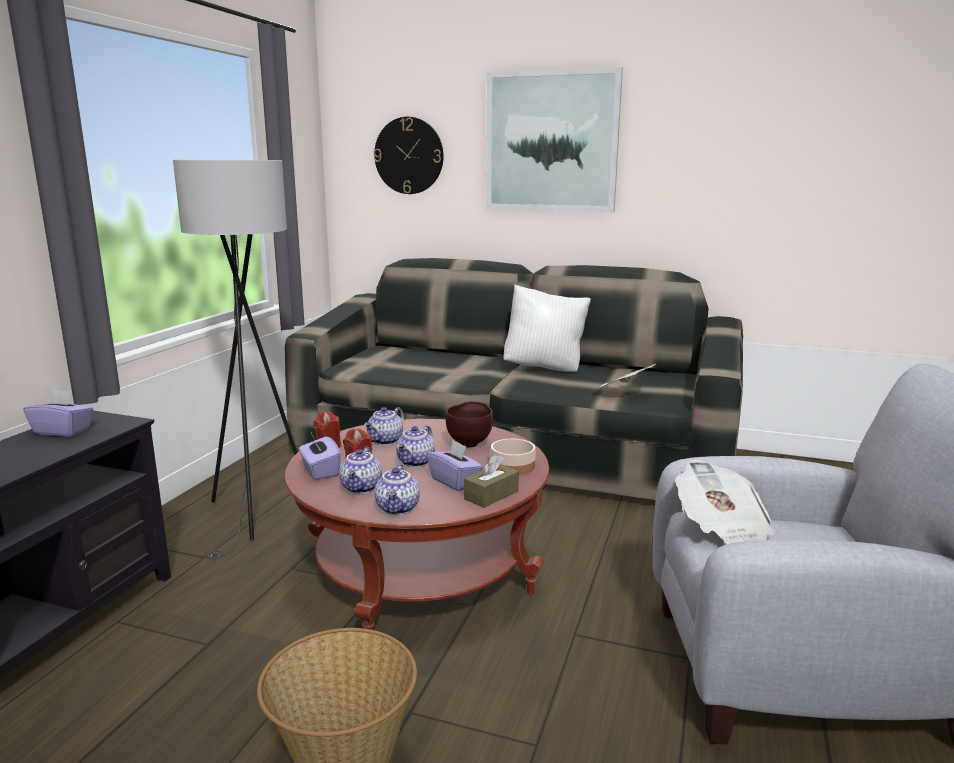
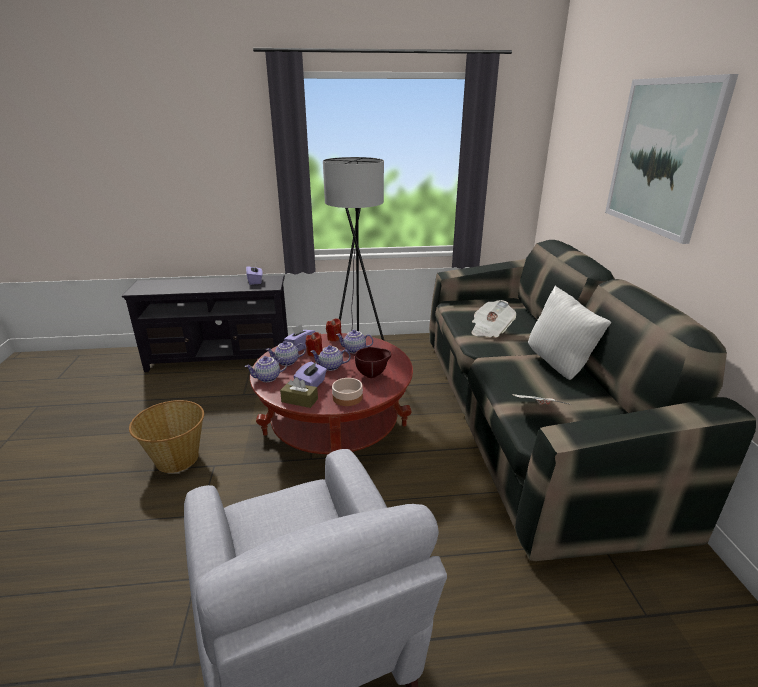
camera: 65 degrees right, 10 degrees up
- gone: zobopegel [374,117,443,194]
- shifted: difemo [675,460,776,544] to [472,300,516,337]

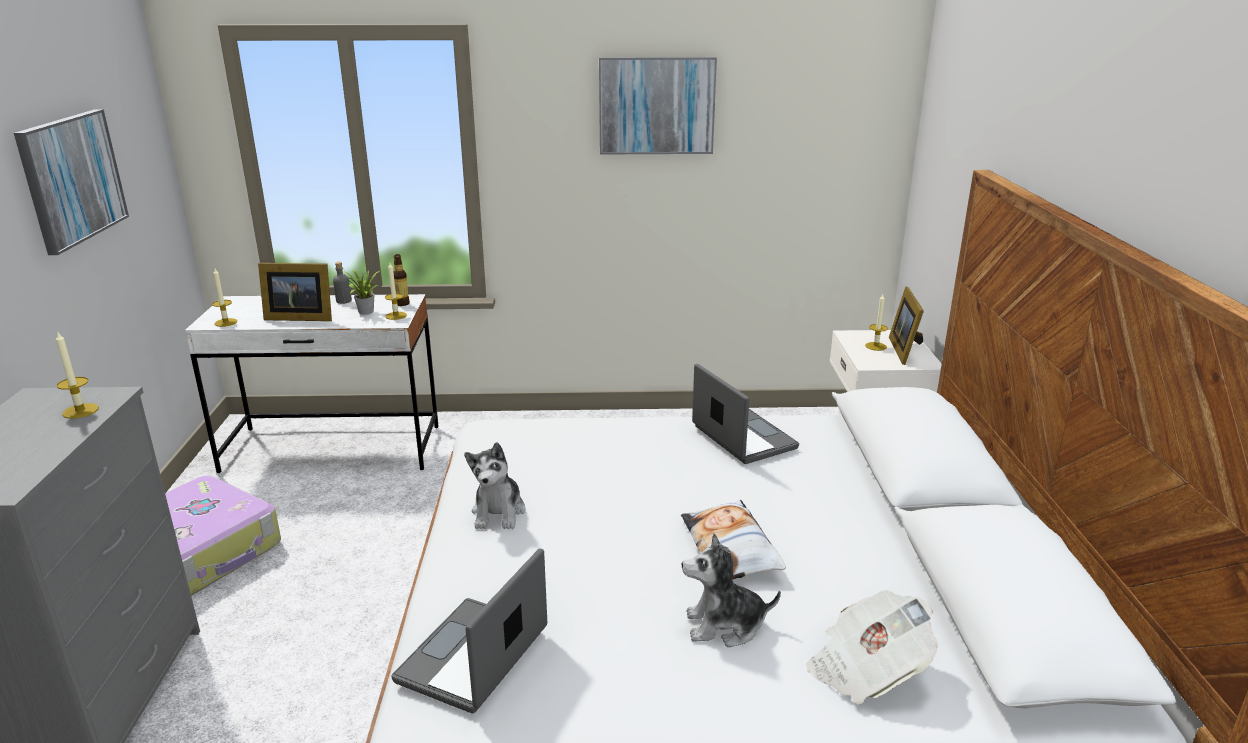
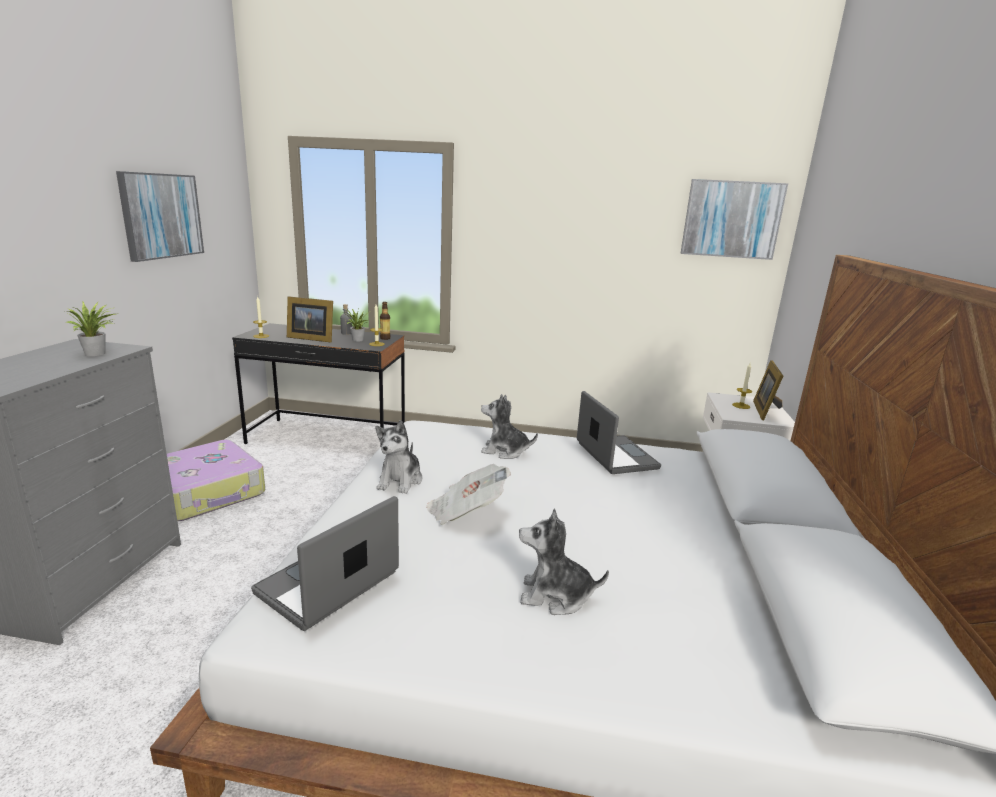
camera: 10 degrees right, 5 degrees down
- gone: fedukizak [681,500,786,580]
- new: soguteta [481,394,538,459]
- shifted: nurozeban [599,57,717,155] to [681,179,788,260]
- shifted: difemo [806,590,938,705] to [426,464,511,525]
- swapped: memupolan [56,331,99,419] to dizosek [66,302,115,356]
- repainted: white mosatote [185,294,438,473] to black mosatote [232,323,405,444]

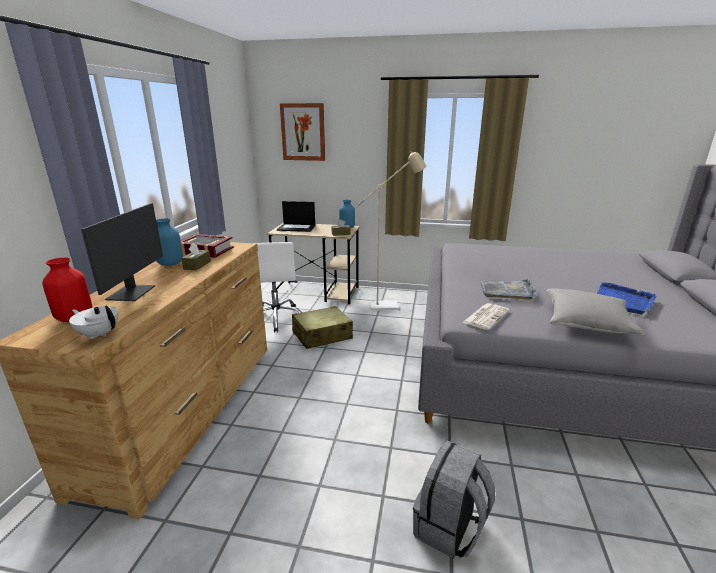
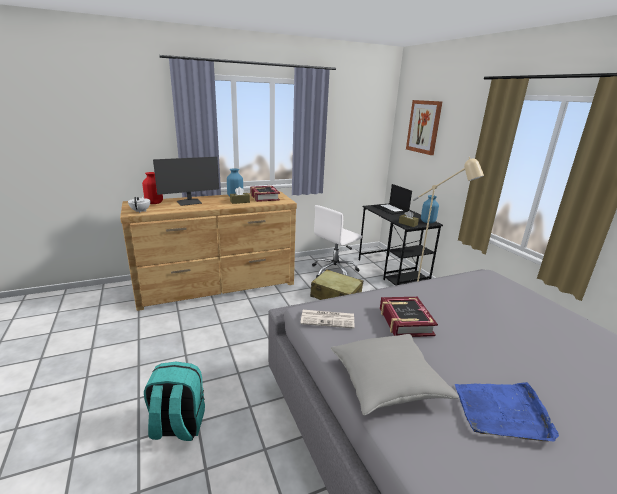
camera: 55 degrees right, 0 degrees up
- swapped: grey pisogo [480,279,538,300] to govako [380,297,438,337]
- repainted: beige mosatote [267,222,360,304] to black mosatote [359,204,443,286]
- repainted: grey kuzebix [413,441,495,559] to turquoise kuzebix [144,362,205,441]

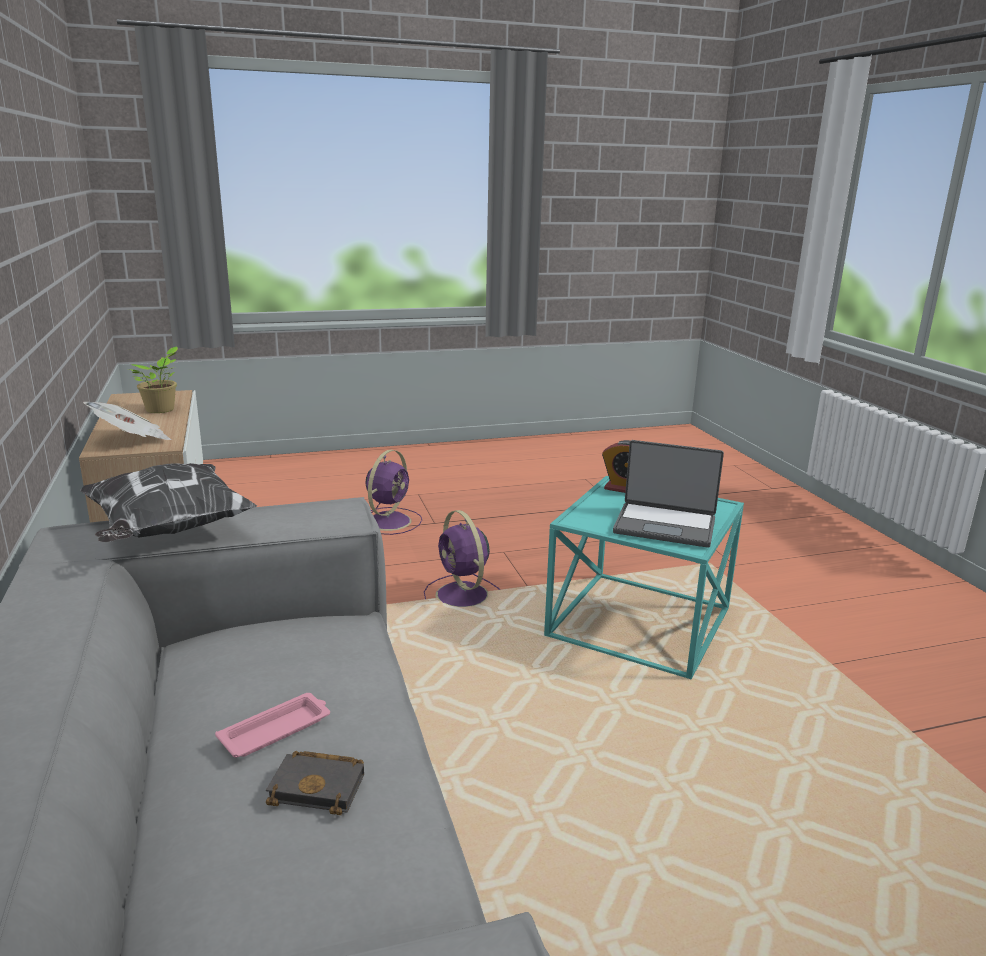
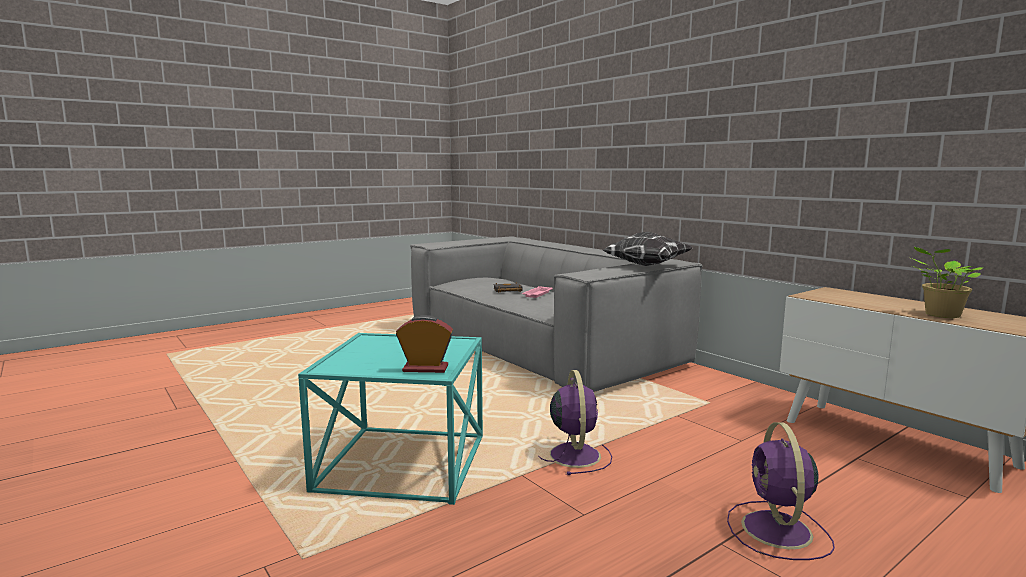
camera: 160 degrees right, 10 degrees down
- gone: difemo [83,402,171,440]
- gone: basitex [613,440,724,548]
- rotated: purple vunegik [424,510,500,607] = [539,370,612,475] 45 degrees clockwise

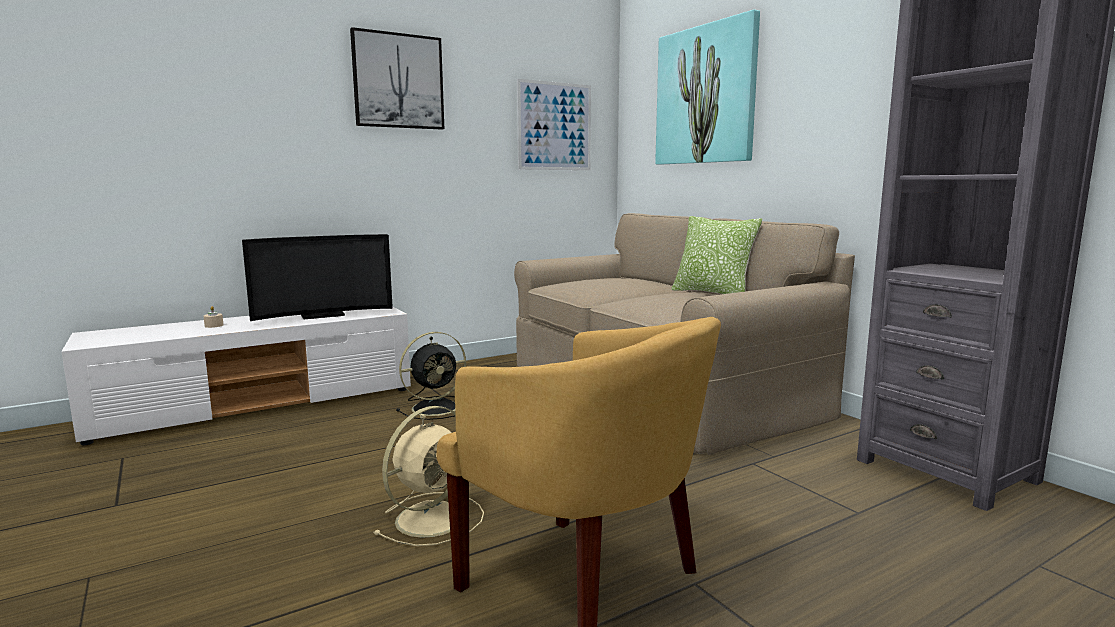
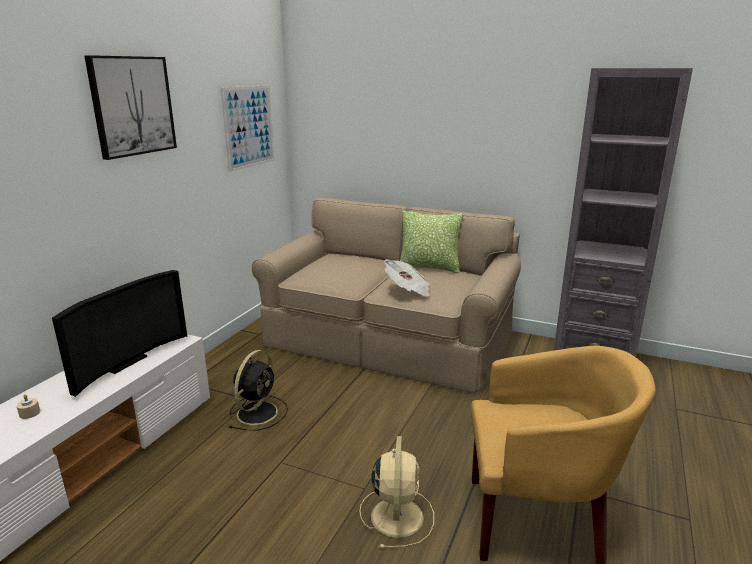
camera: 35 degrees left, 10 degrees up
- gone: nurozeban [655,9,760,164]
- new: difemo [384,259,430,297]

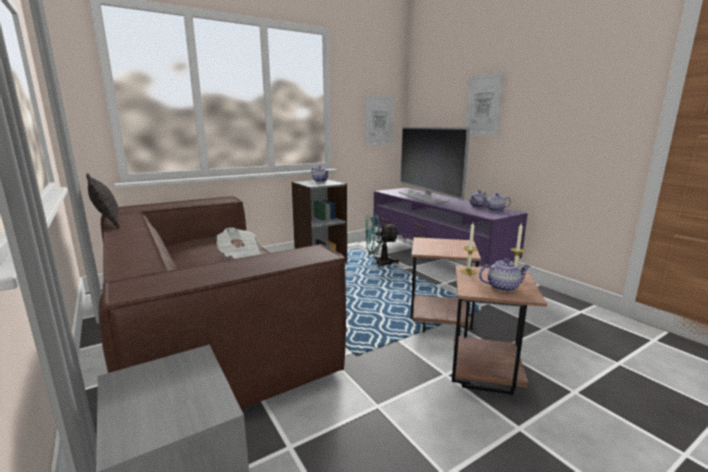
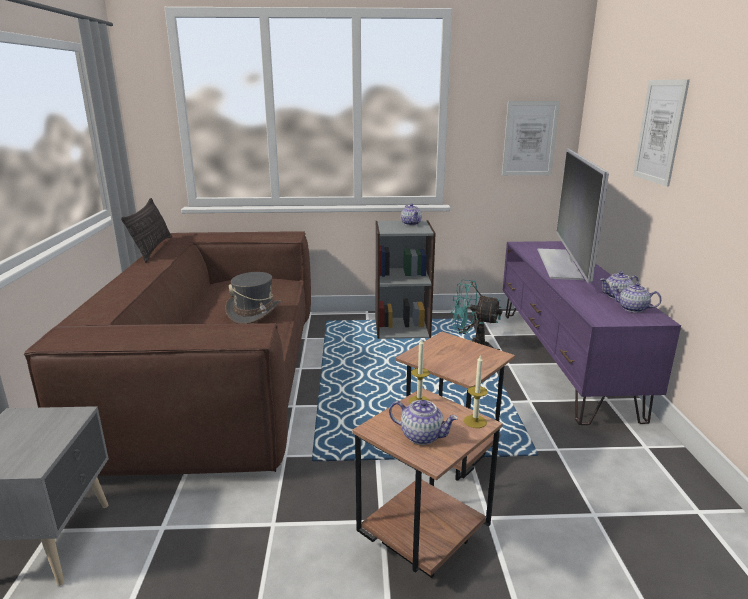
camera: 30 degrees right, 5 degrees up
- swapped: difemo [217,228,263,259] to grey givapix [225,272,281,324]

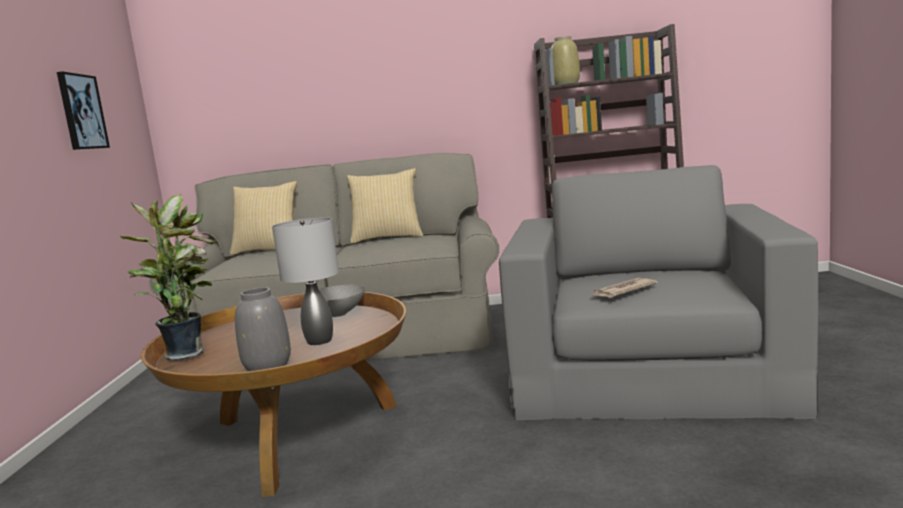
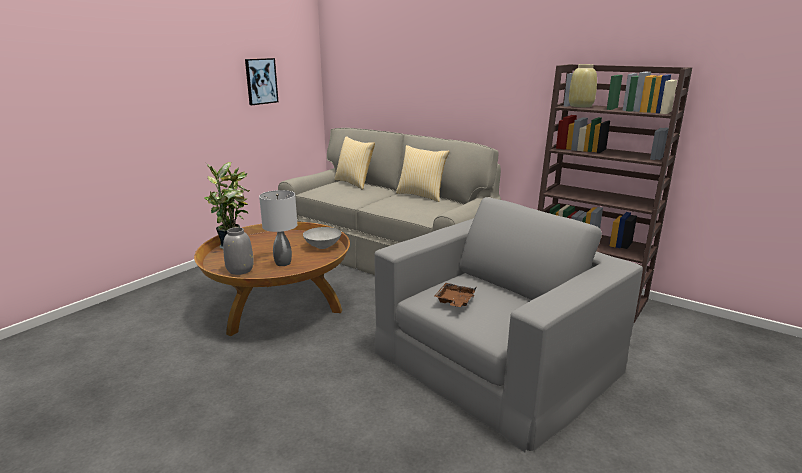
camera: 35 degrees right, 10 degrees up
- swapped: difemo [591,278,657,298] to brown pisogo [435,283,477,307]

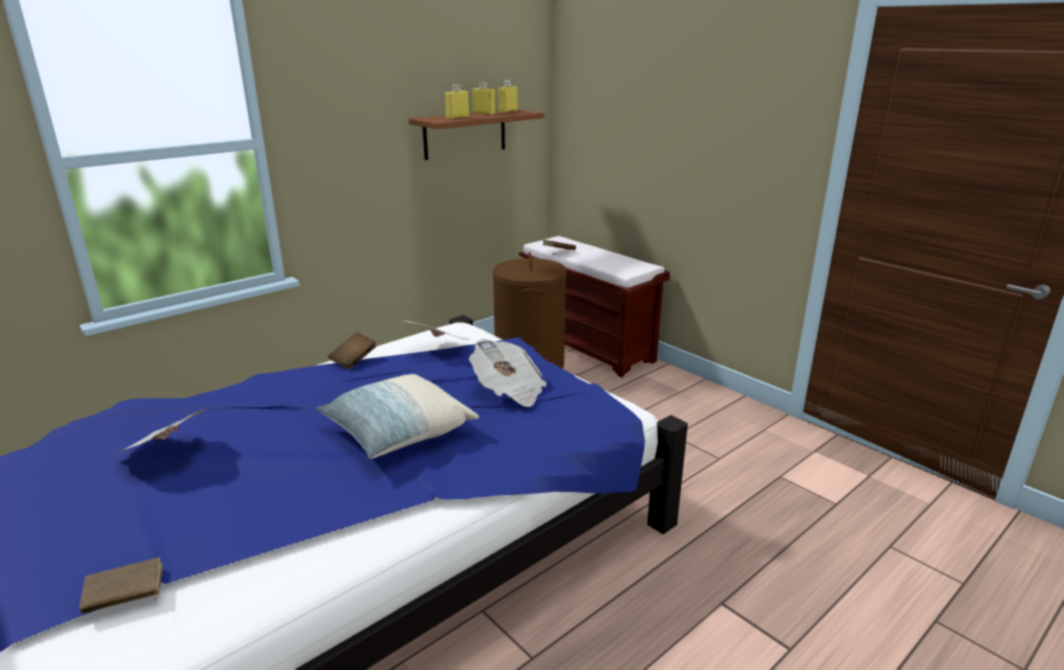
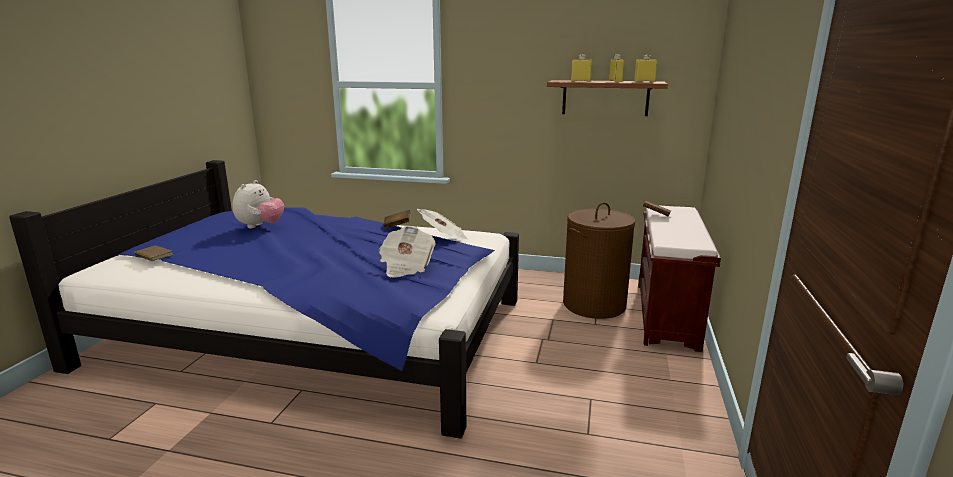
camera: 55 degrees right, 5 degrees down
- gone: fedukizak [316,374,479,459]
- swapped: difemo [117,409,204,454] to soguteta [232,180,284,228]

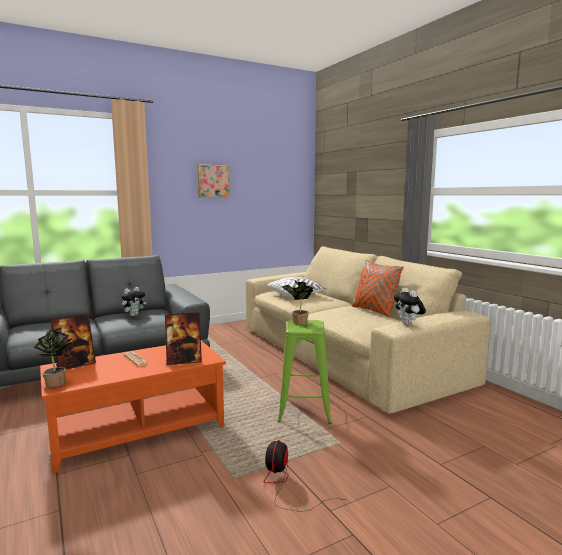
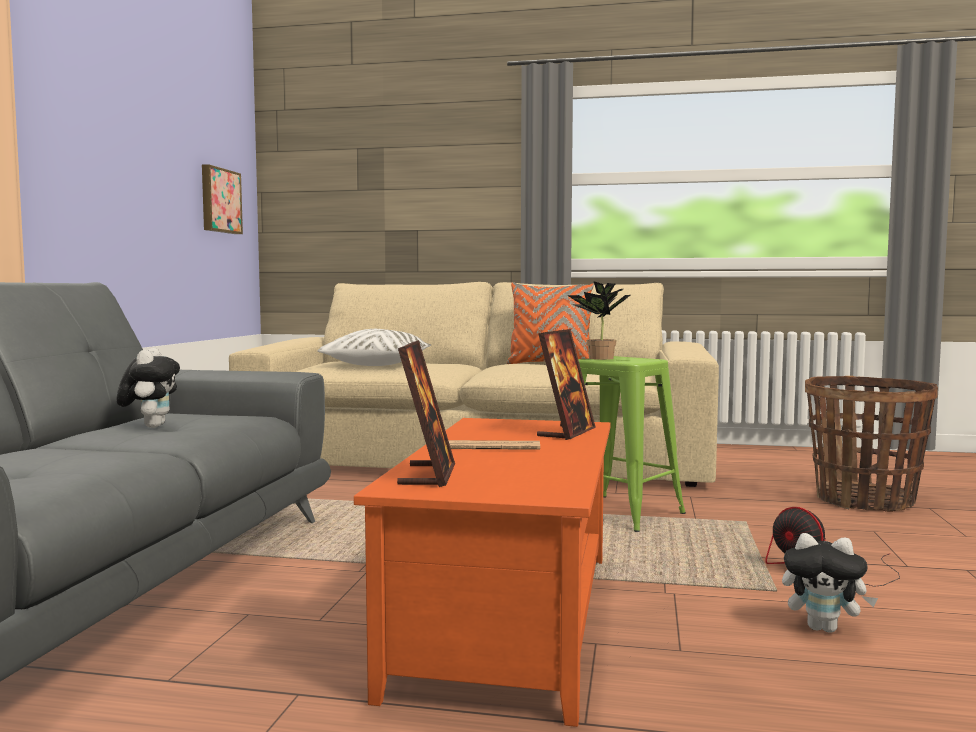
camera: 50 degrees left, 5 degrees down
- gone: dizosek [33,330,73,387]
- new: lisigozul [805,376,938,512]
- shifted: nurozeban [197,164,230,198] to [202,164,243,234]
- shifted: soguteta [393,288,426,325] to [782,533,878,633]

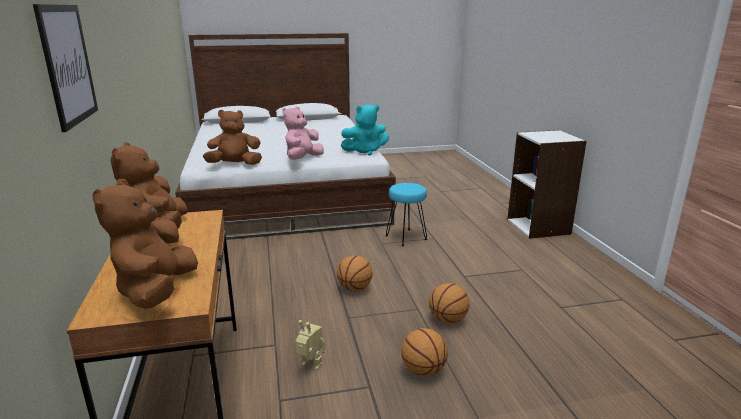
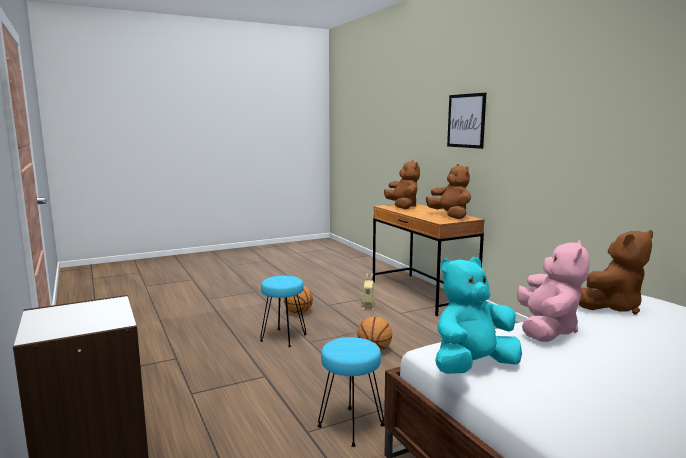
camera: 165 degrees right, 10 degrees down
- swapped: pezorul [429,283,470,324] to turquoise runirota [260,276,307,347]

